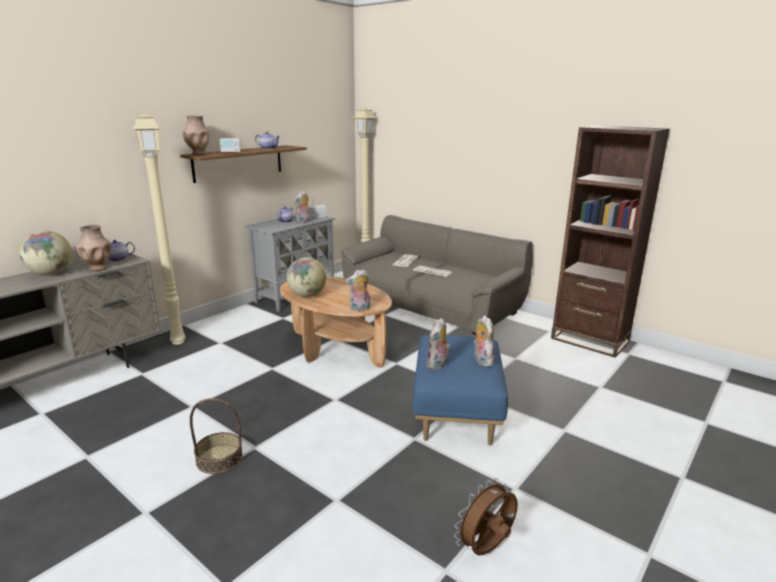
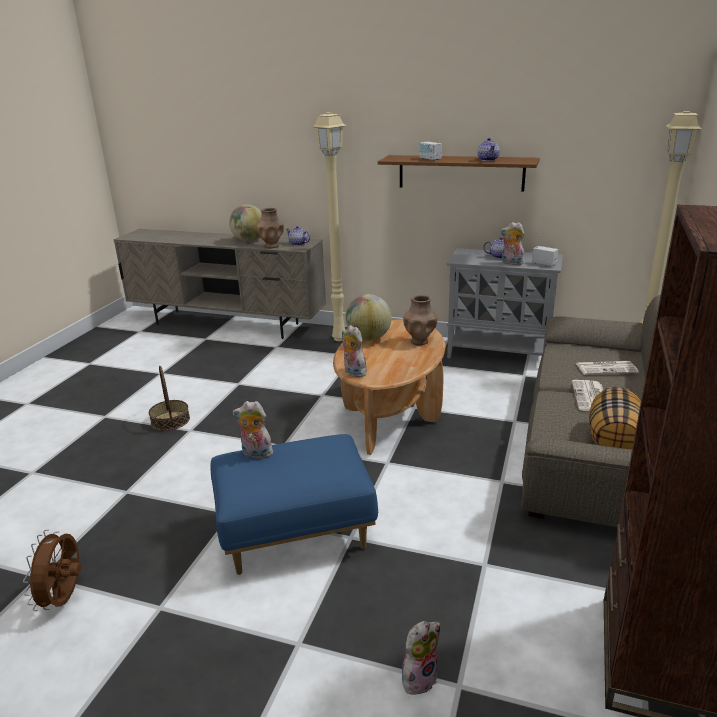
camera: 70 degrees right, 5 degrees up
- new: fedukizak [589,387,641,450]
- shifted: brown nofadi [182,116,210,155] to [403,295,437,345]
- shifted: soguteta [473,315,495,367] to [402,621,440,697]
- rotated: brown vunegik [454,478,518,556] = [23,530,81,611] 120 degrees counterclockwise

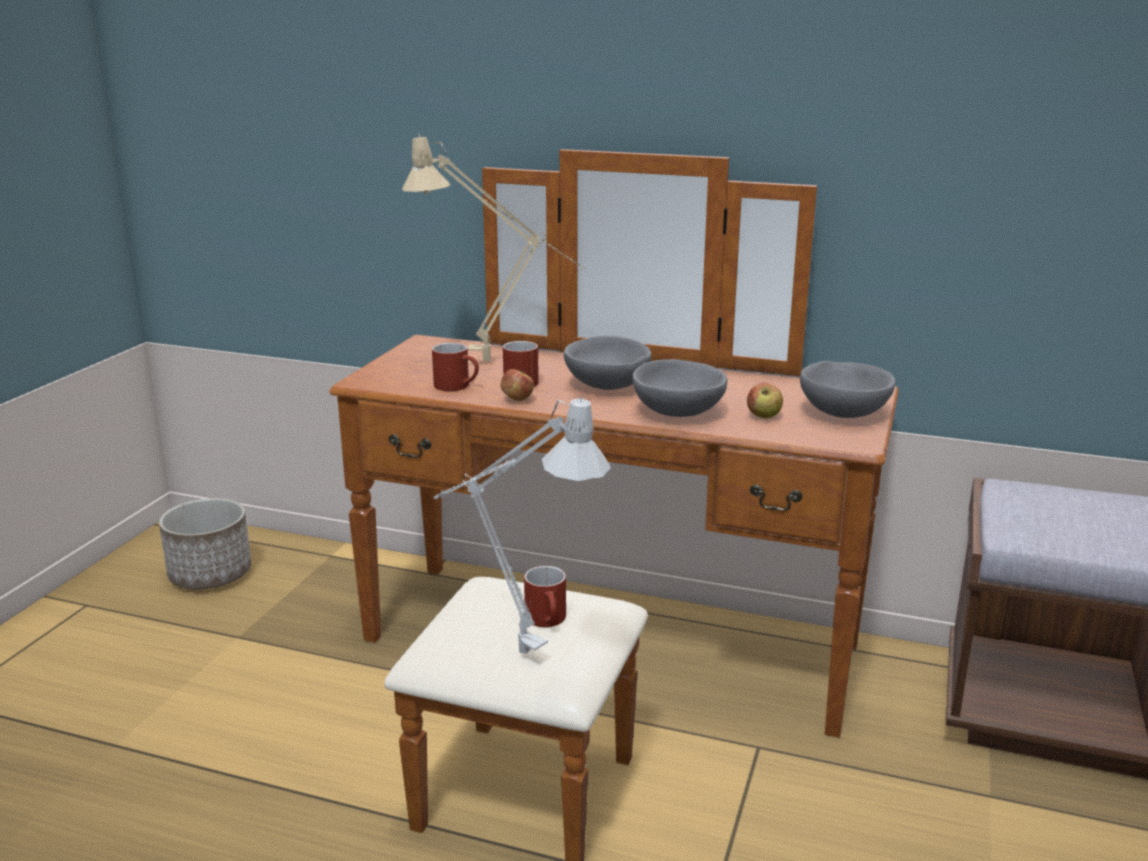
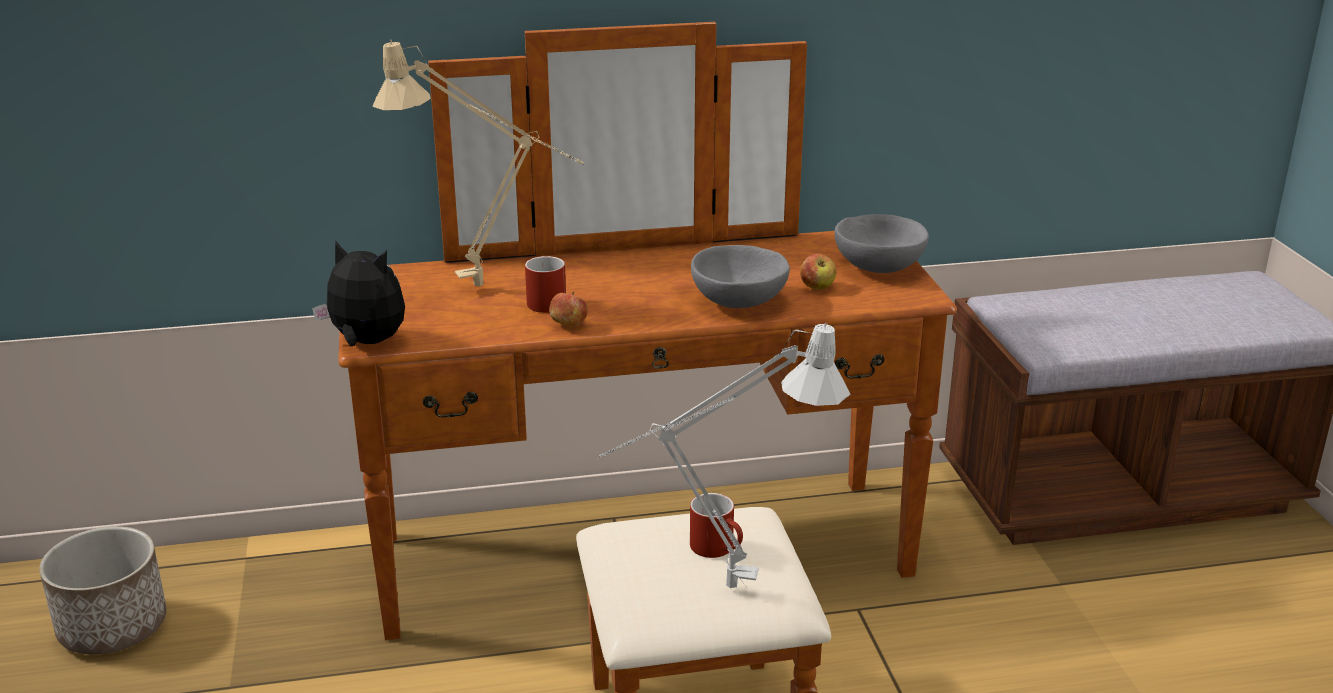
camera: 30 degrees left, 5 degrees up
- gone: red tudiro [432,343,479,391]
- gone: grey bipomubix [564,336,651,390]
- new: soguteta [312,240,405,347]

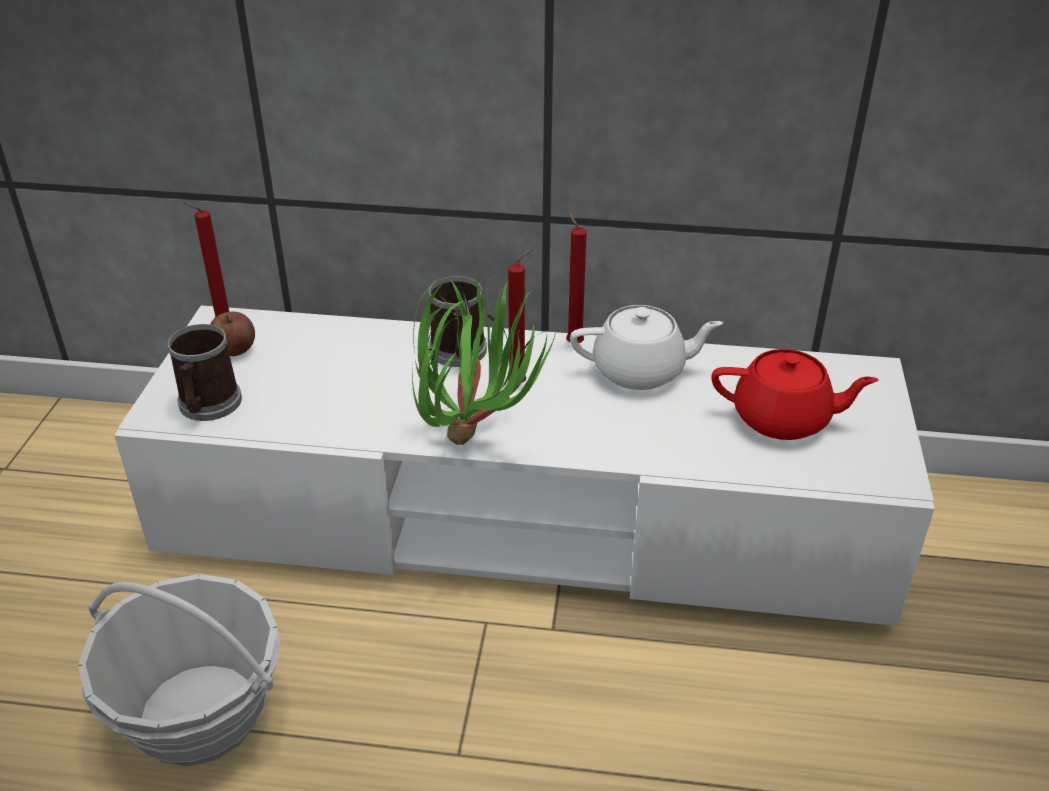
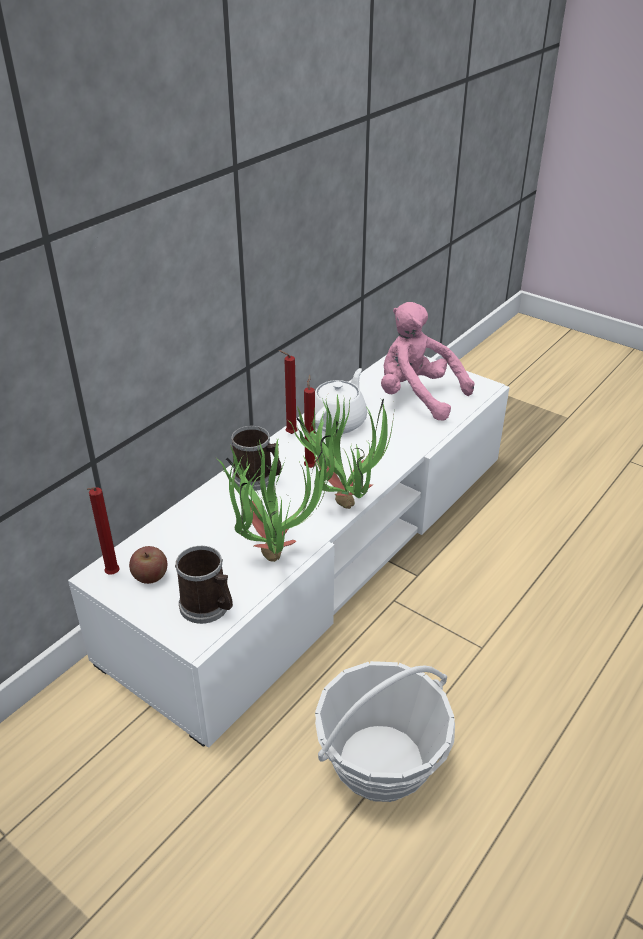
camera: 60 degrees left, 0 degrees up
- new: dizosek [216,438,331,562]
- swapped: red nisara [711,349,879,440] to pink soguteta [381,302,474,421]

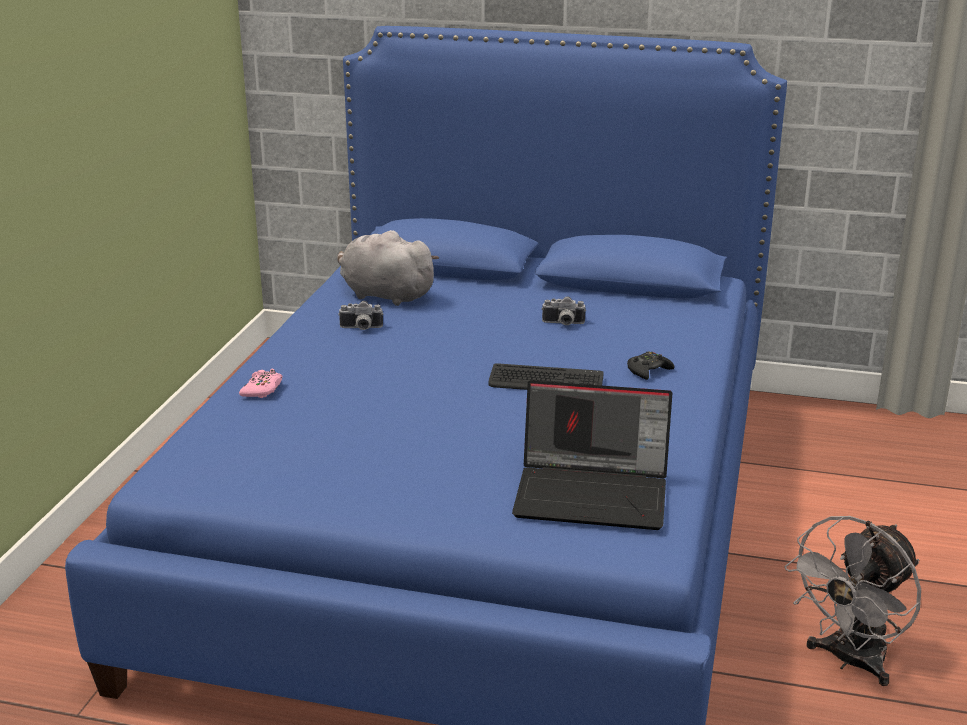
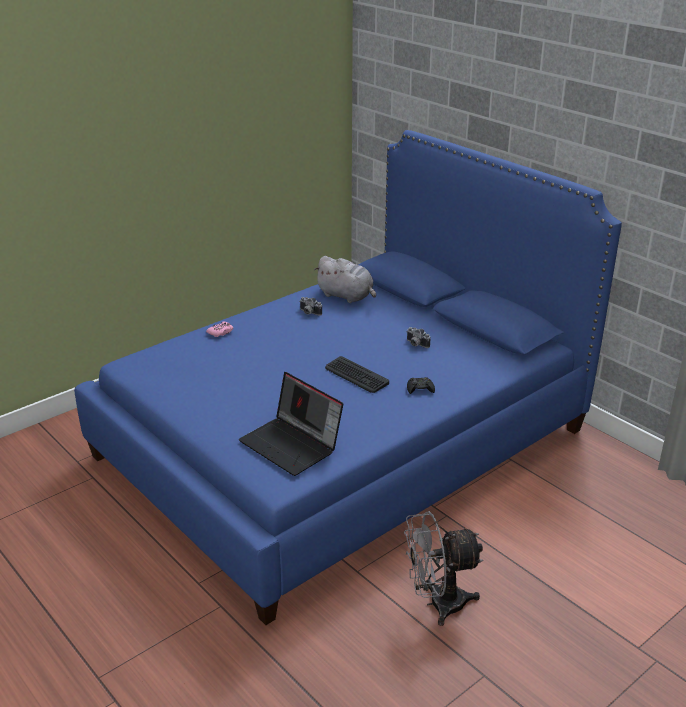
camera: 35 degrees right, 5 degrees up
- rotated: grey soguteta [337,230,439,306] = [314,256,376,303] 150 degrees clockwise

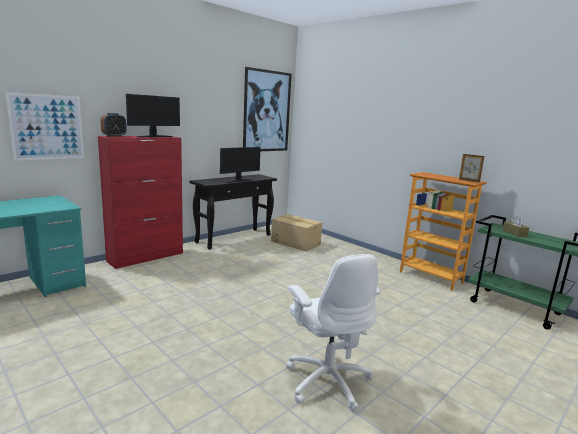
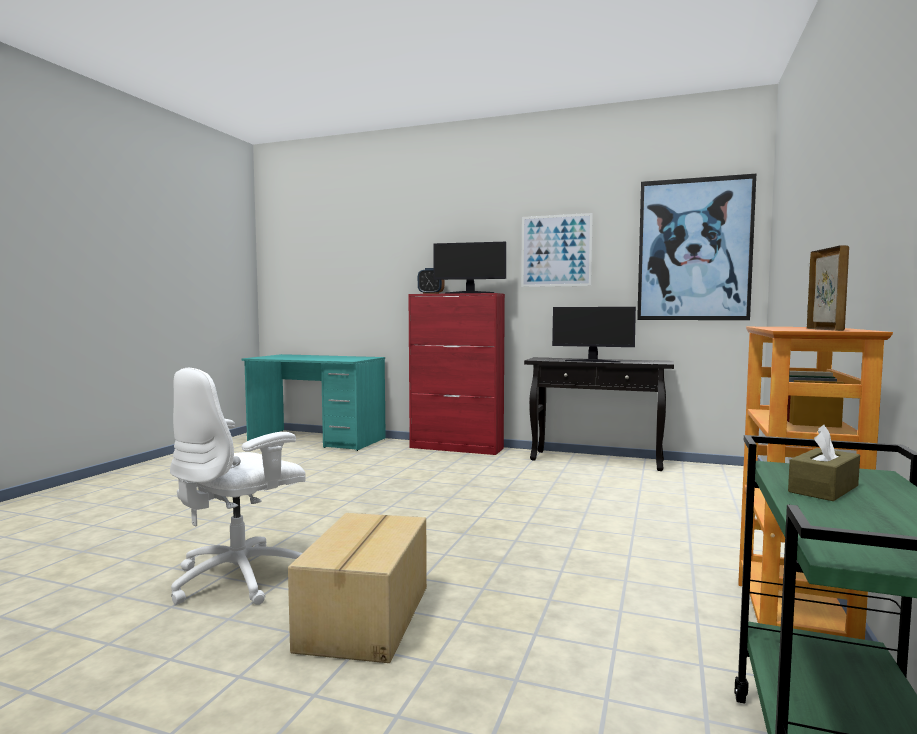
camera: 65 degrees right, 10 degrees down
- shifted: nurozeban [6,92,84,161] to [521,213,593,287]
- shifted: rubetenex [271,214,322,252] to [288,513,427,663]

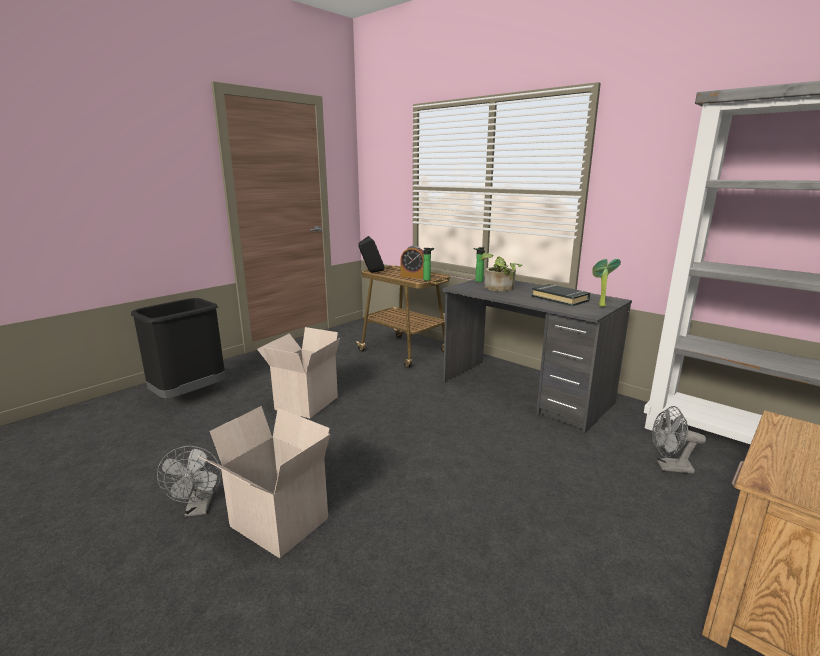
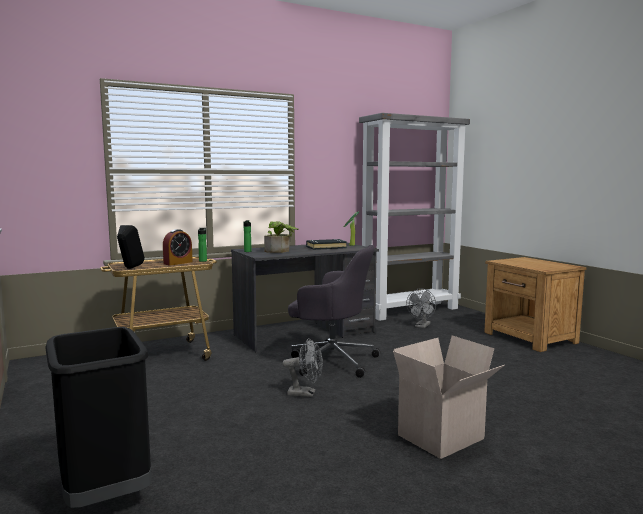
camera: 70 degrees left, 10 degrees down
- gone: rubetenex [257,327,340,418]
- new: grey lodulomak [288,245,380,378]
- shifted: grey vunegik [157,446,221,517] to [282,338,323,397]

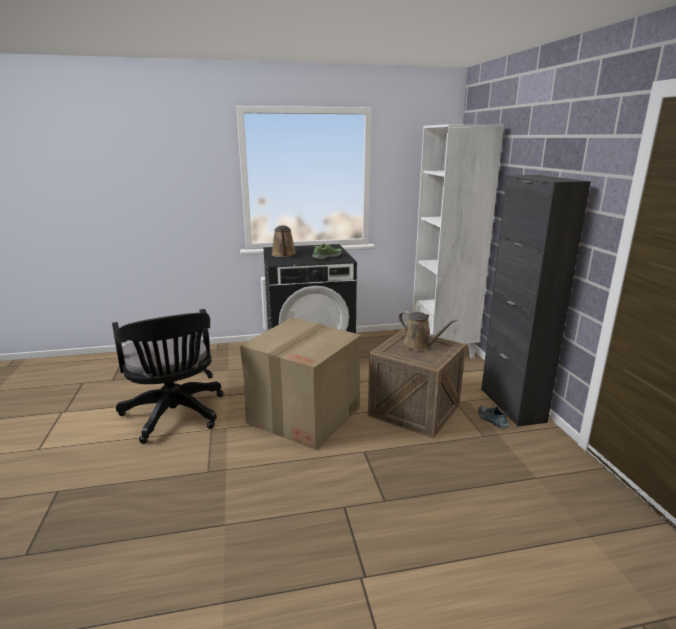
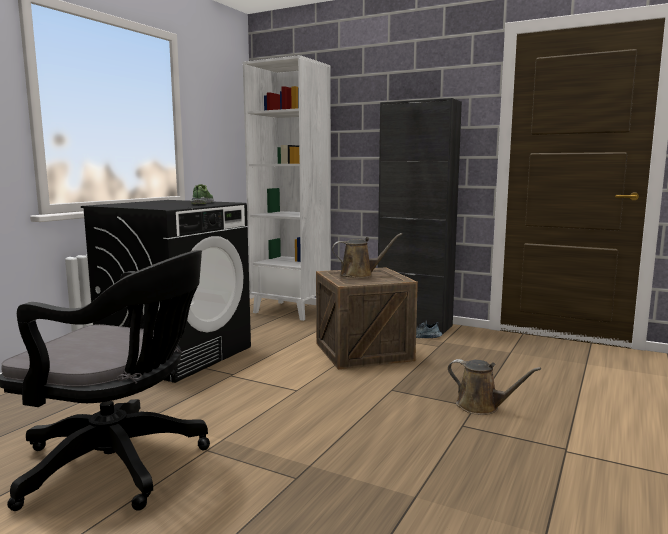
camera: 50 degrees left, 10 degrees down
- gone: rubetenex [240,317,361,450]
- shifted: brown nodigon [272,225,296,257] to [448,359,541,415]

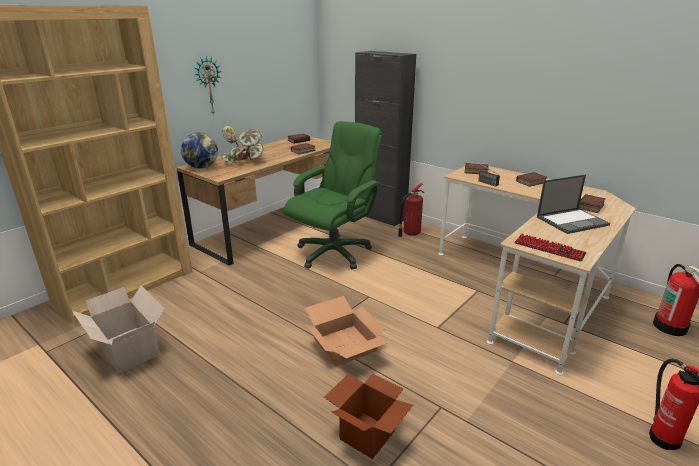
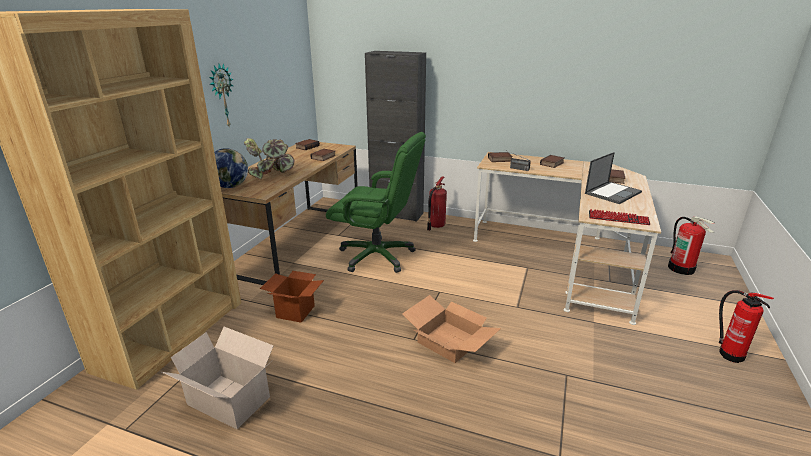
camera: 20 degrees left, 0 degrees up
- shifted: rubetenex [324,373,413,459] to [260,271,324,323]
- rotated: green lodulomak [284,121,382,269] = [326,132,426,273] 90 degrees clockwise

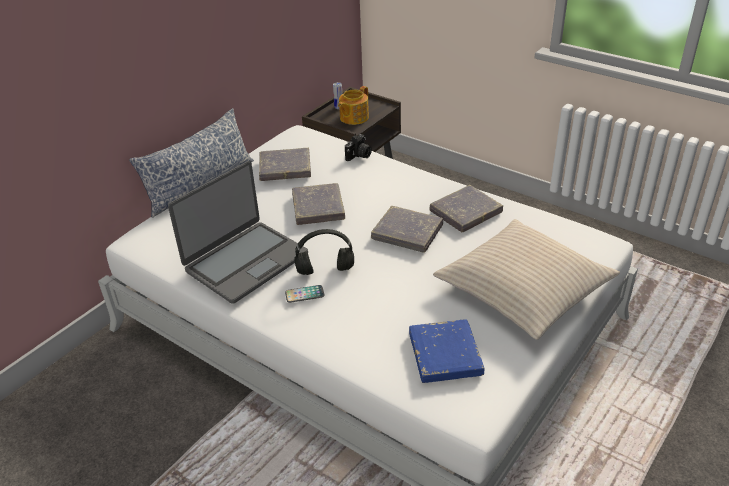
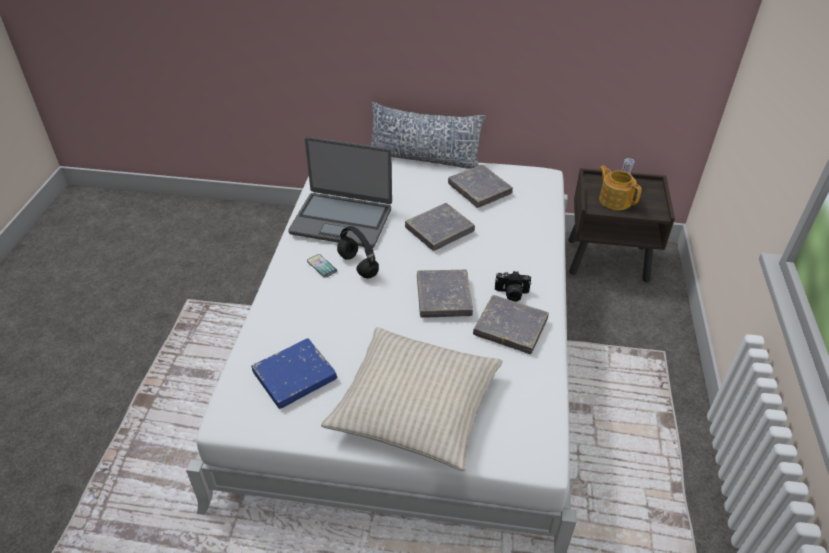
camera: 60 degrees right, 5 degrees up
- shifted: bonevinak [345,134,372,161] to [495,271,531,302]
- rotated: nisara [338,86,369,125] = [599,166,642,210] 45 degrees clockwise

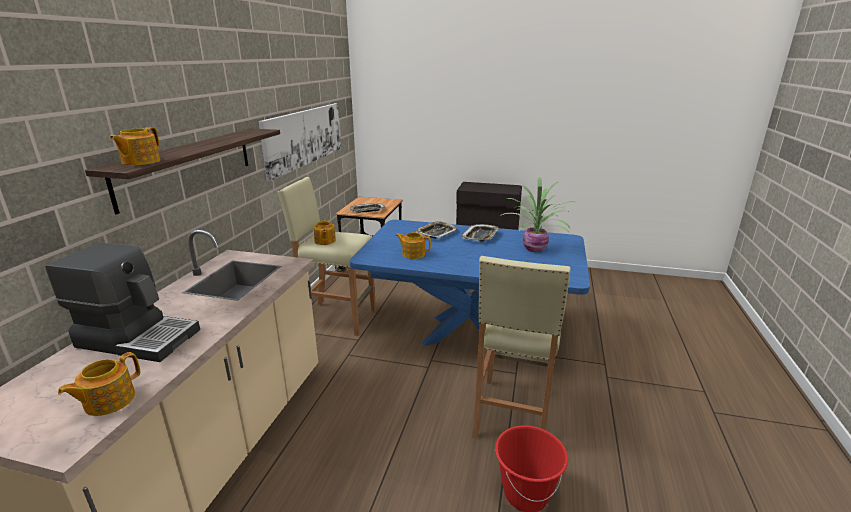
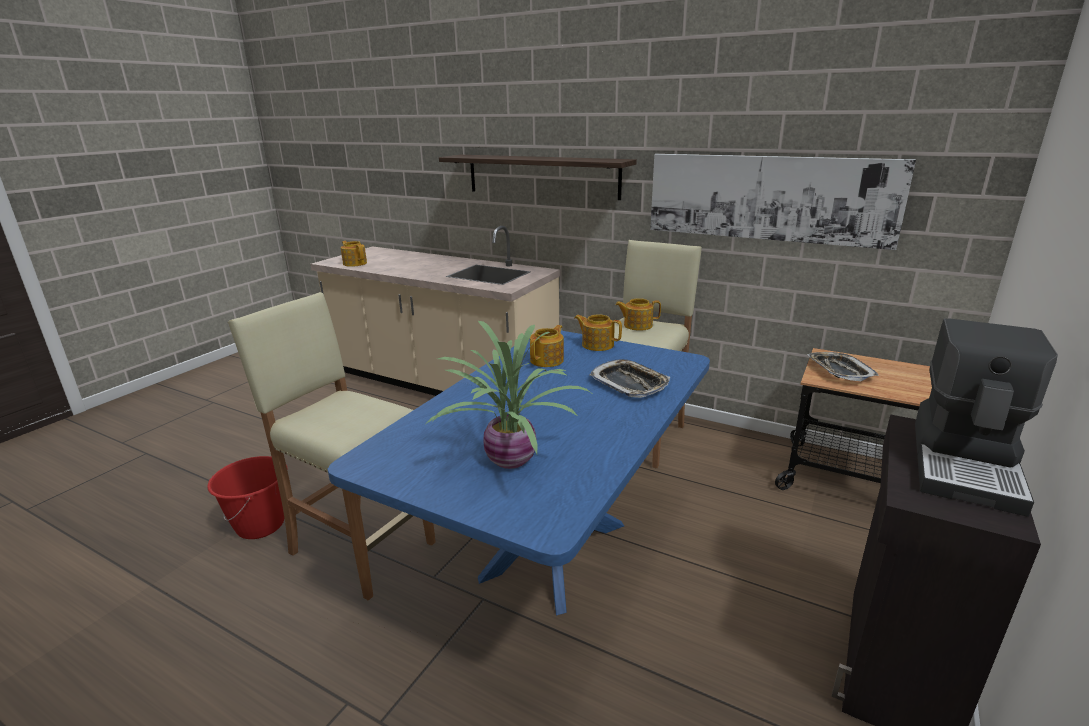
camera: 105 degrees right, 0 degrees up
- gone: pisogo [461,224,499,241]
- shifted: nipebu [45,243,200,362] to [915,318,1058,517]
- shifted: nisara [110,127,160,165] to [574,314,622,351]

